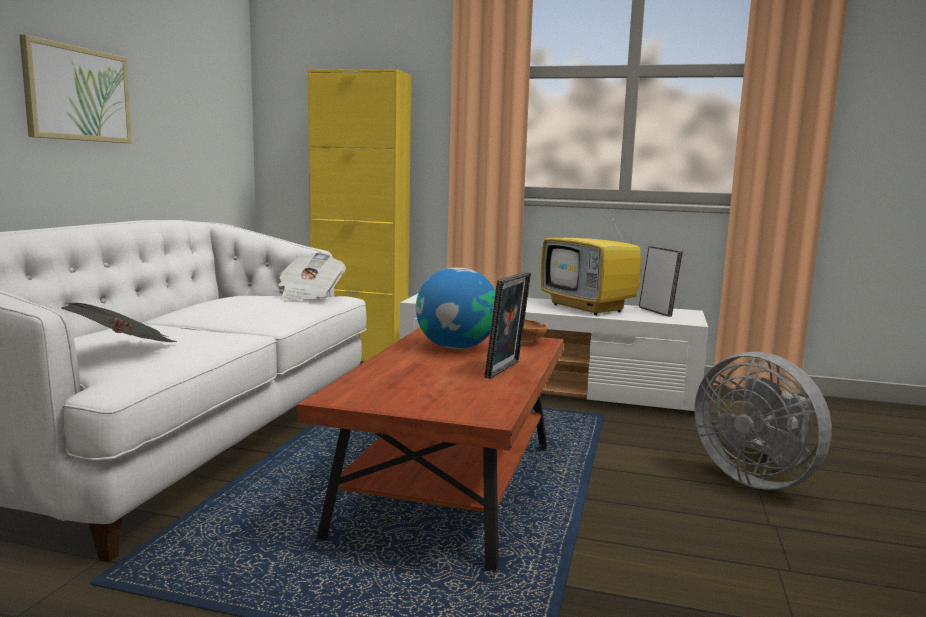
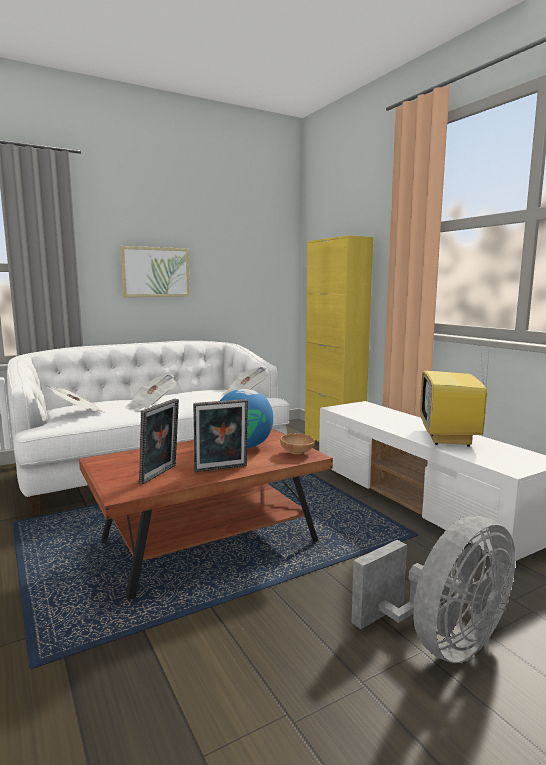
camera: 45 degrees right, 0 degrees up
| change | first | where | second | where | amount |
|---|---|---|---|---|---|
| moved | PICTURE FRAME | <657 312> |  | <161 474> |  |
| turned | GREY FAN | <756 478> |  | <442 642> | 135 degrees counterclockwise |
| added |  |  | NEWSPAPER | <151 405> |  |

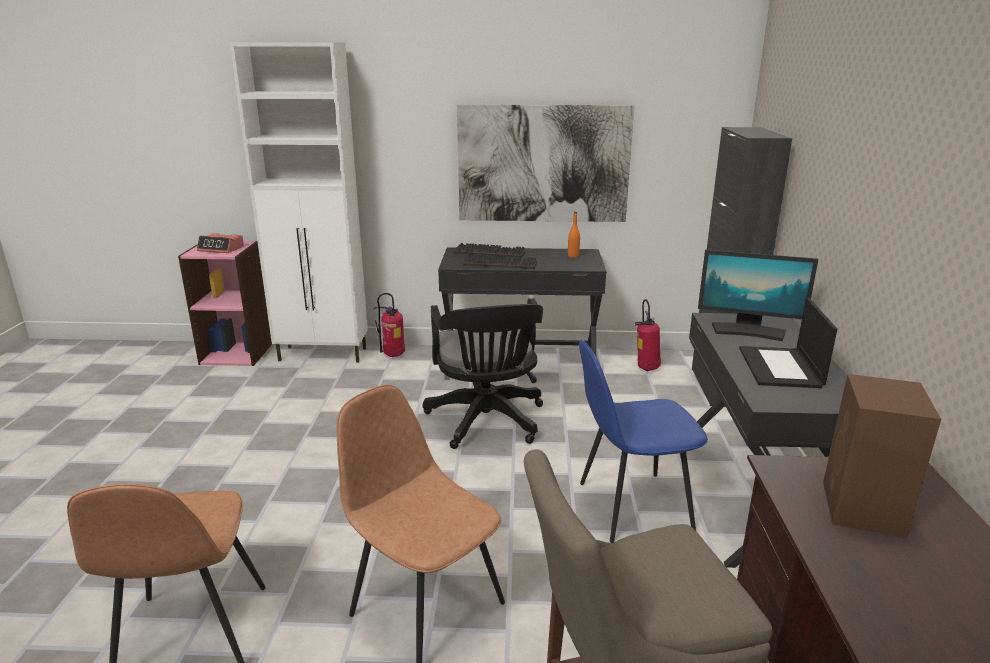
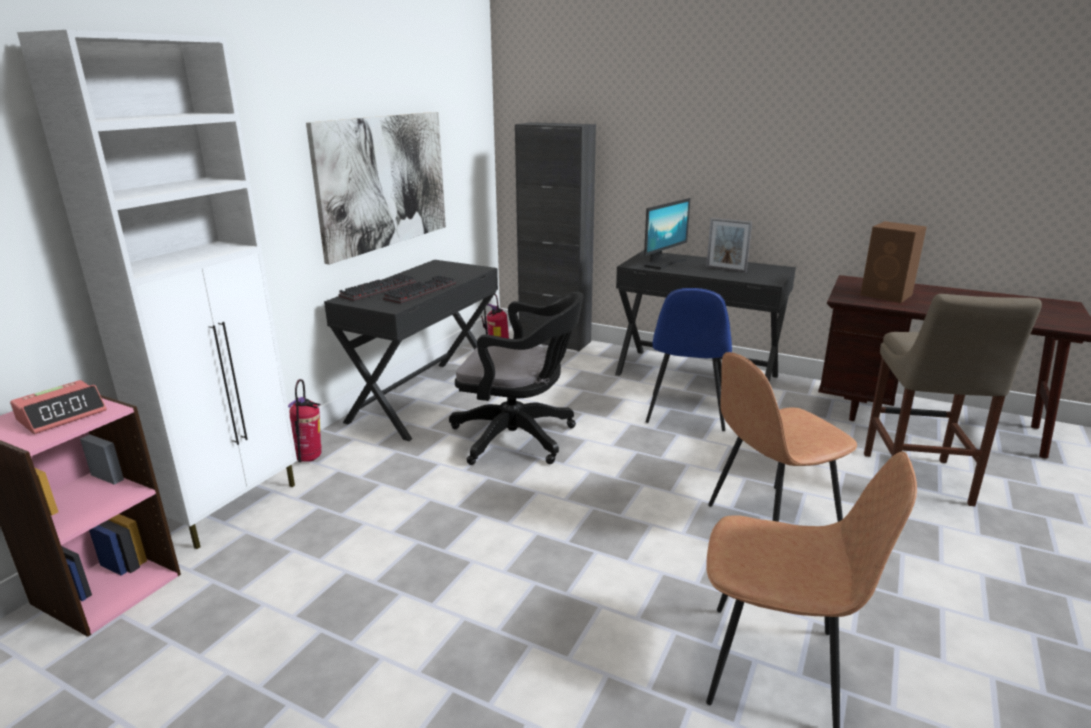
camera: 65 degrees left, 0 degrees up
| change | first | where | second | where | amount |
|---|---|---|---|---|---|
| removed | ORANGE BOTTLE | <573 256> |  |  |  |
| replaced | LAPTOP | <781 368> | PICTURE FRAME | <726 269> |  |

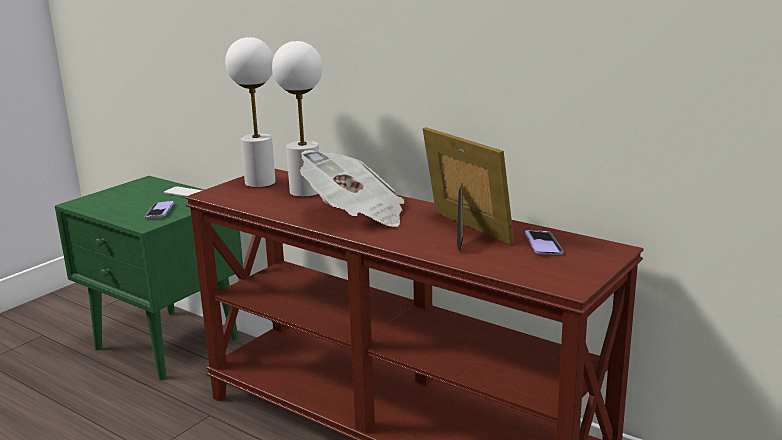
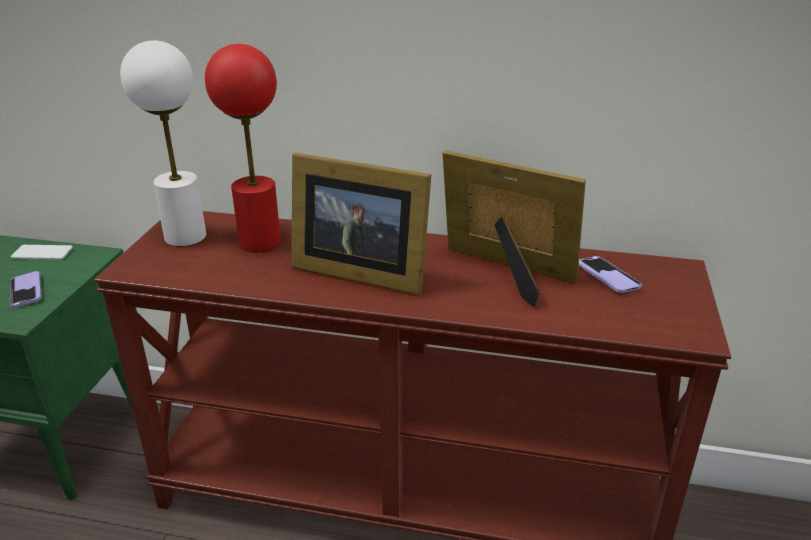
camera: 25 degrees left, 10 degrees up
| change | first | where | second | where | amount |
|---|---|---|---|---|---|
| recoloured | WHITE TABLE LAMP | <305 191> | RED TABLE LAMP | <259 242> |  |
| replaced | NEWSPAPER | <356 215> | PICTURE FRAME | <358 270> |  |

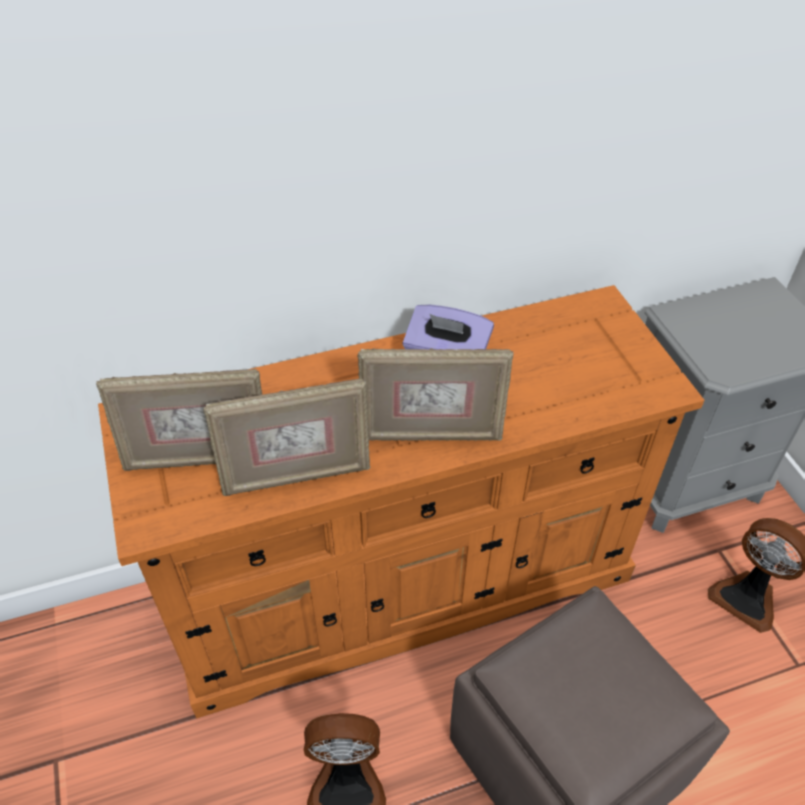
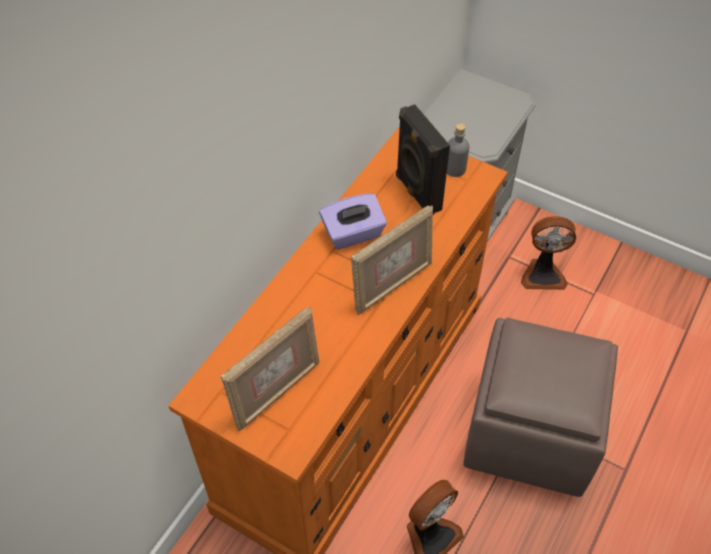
camera: 40 degrees left, 5 degrees up
| change | first | where | second | where | amount |
|---|---|---|---|---|---|
| removed | PICTURE FRAME | <296 476> |  |  |  |
| added |  |  | BLACK SPEAKER | <417 193> |  |
| added |  |  | GREY BOTTLE | <455 169> |  |

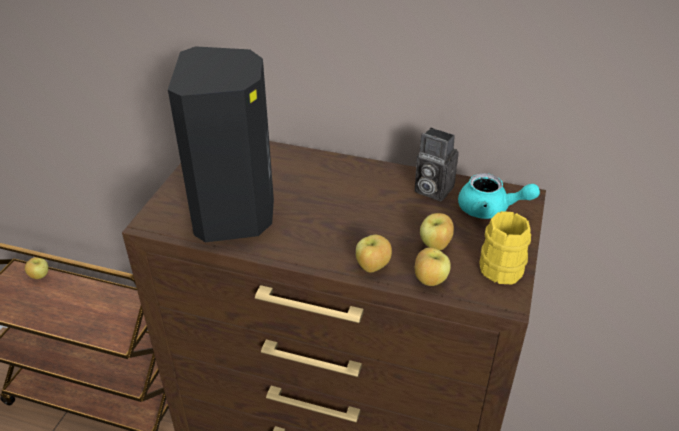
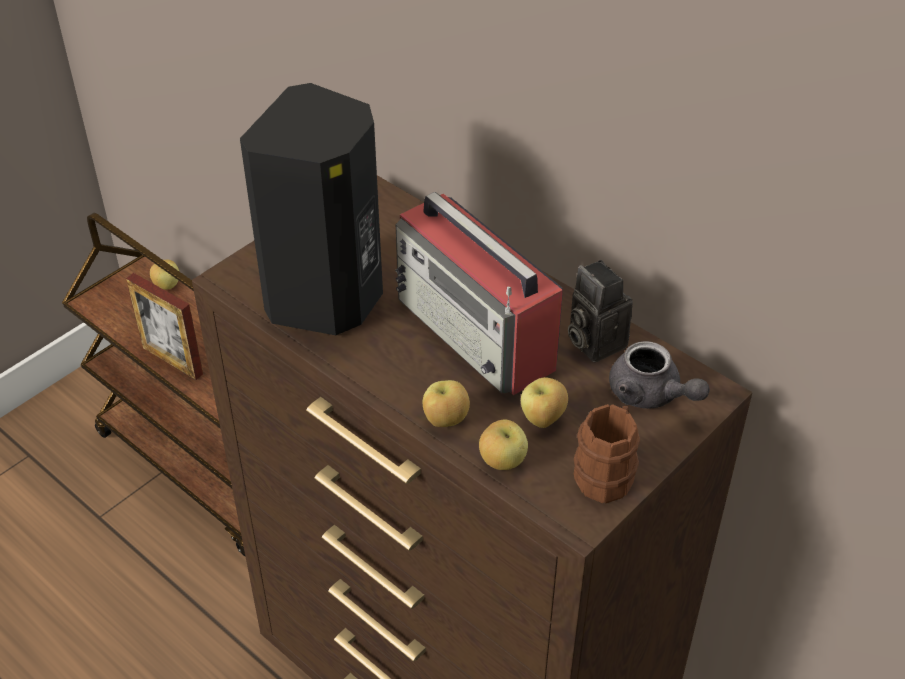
camera: 25 degrees right, 5 degrees up
| change | first | where | second | where | amount |
|---|---|---|---|---|---|
| recoloured | TURQUOISE TEAPOT | <490 209> | GREY TEAPOT | <651 395> |  |
| recoloured | YELLOW MUG | <500 264> | BROWN MUG | <607 472> |  |
| added |  |  | PICTURE FRAME | <172 361> |  |
| added |  |  | RADIO | <477 334> |  |

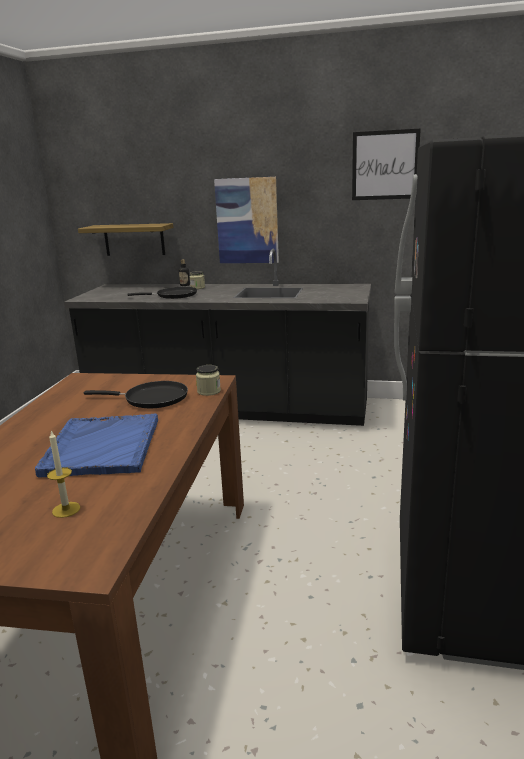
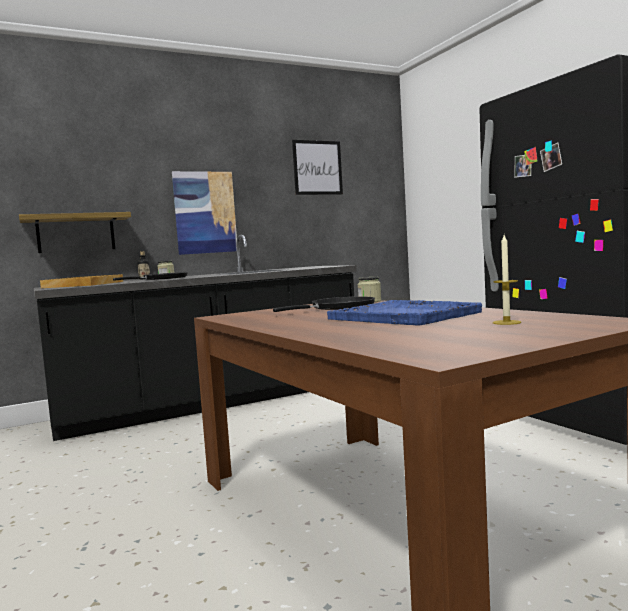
camera: 40 degrees left, 15 degrees down
| change | first | where | second | where | amount |
|---|---|---|---|---|---|
| added |  |  | BEIGE TRAY | <83 284> |  |

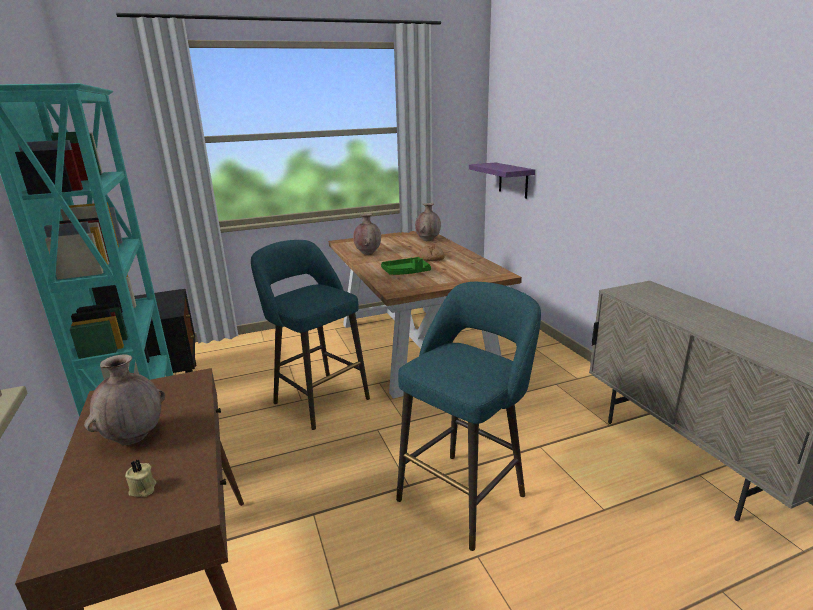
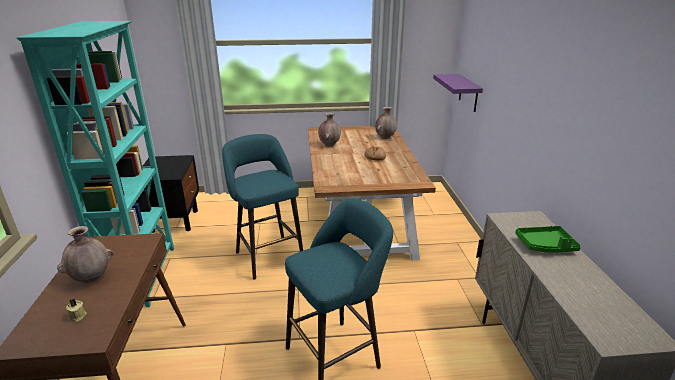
camera: 15 degrees right, 5 degrees up
| change | first | where | second | where | amount |
|---|---|---|---|---|---|
| moved | GREEN TRAY | <406 272> |  | <545 246> |  |

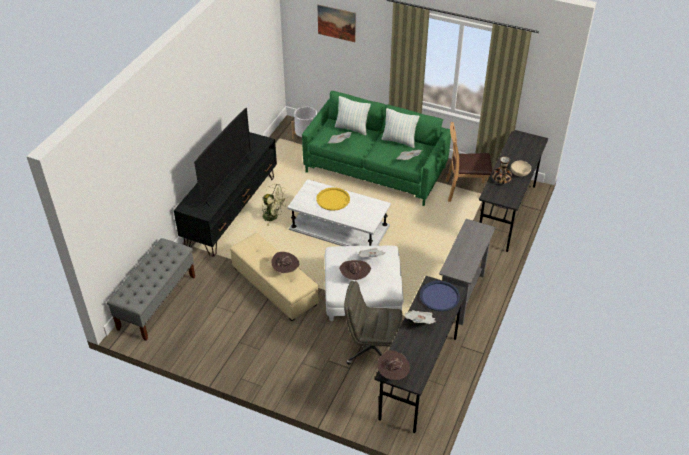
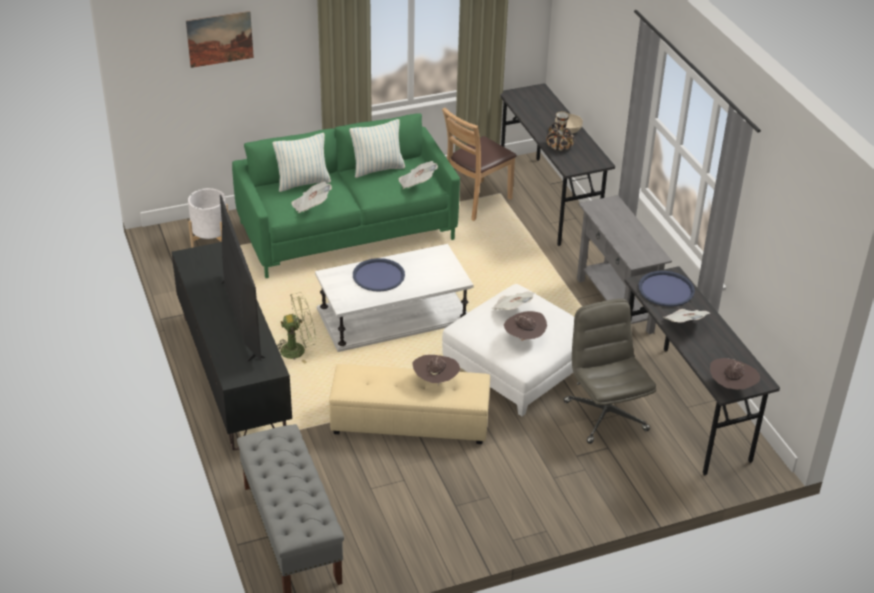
camera: 45 degrees left, 5 degrees down
| change | first | where | second | where | amount |
|---|---|---|---|---|---|
| recoloured | YELLOW TRAY | <333 199> | BLUE TRAY | <378 276> |  |
| turned | GREY OFFICE CHAIR | <372 350> |  | <605 415> | 105 degrees clockwise |

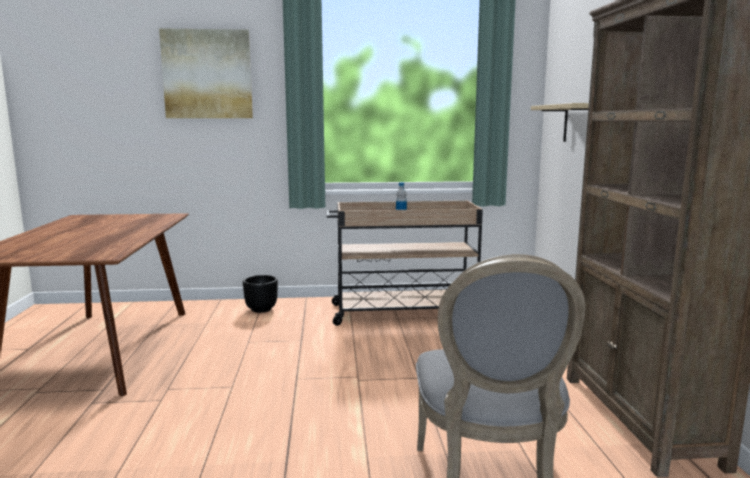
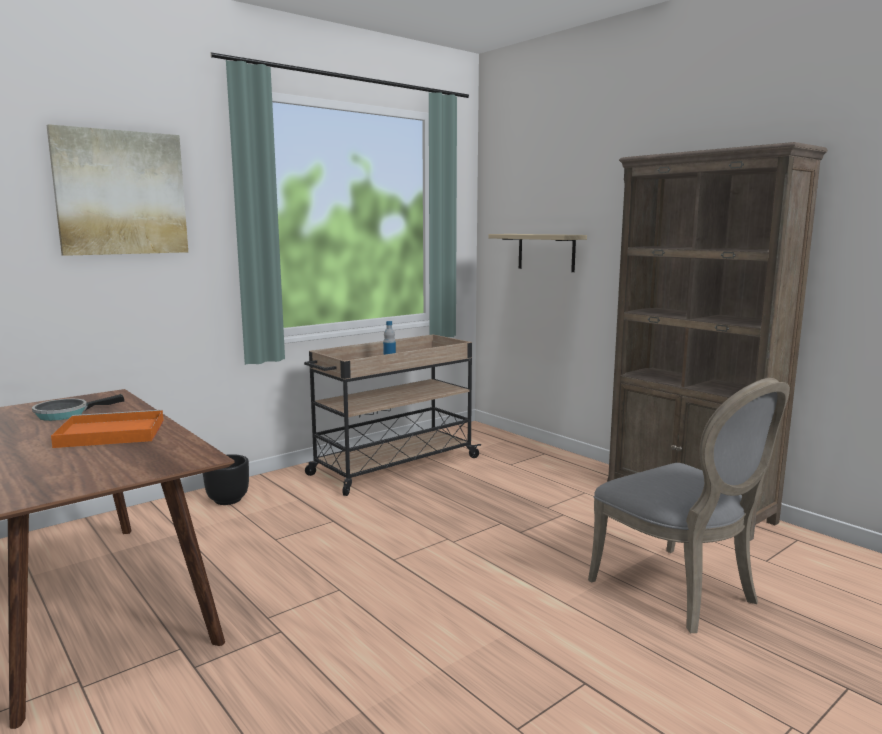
camera: 35 degrees left, 0 degrees up
| change | first | where | second | where | amount |
|---|---|---|---|---|---|
| added |  |  | FRYING PAN | <66 414> |  |
| added |  |  | ORANGE TRAY | <109 433> |  |

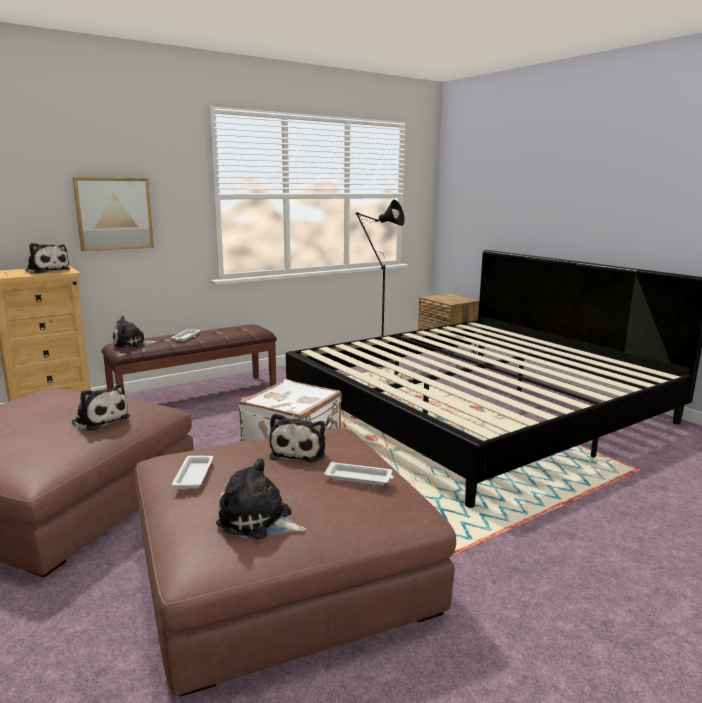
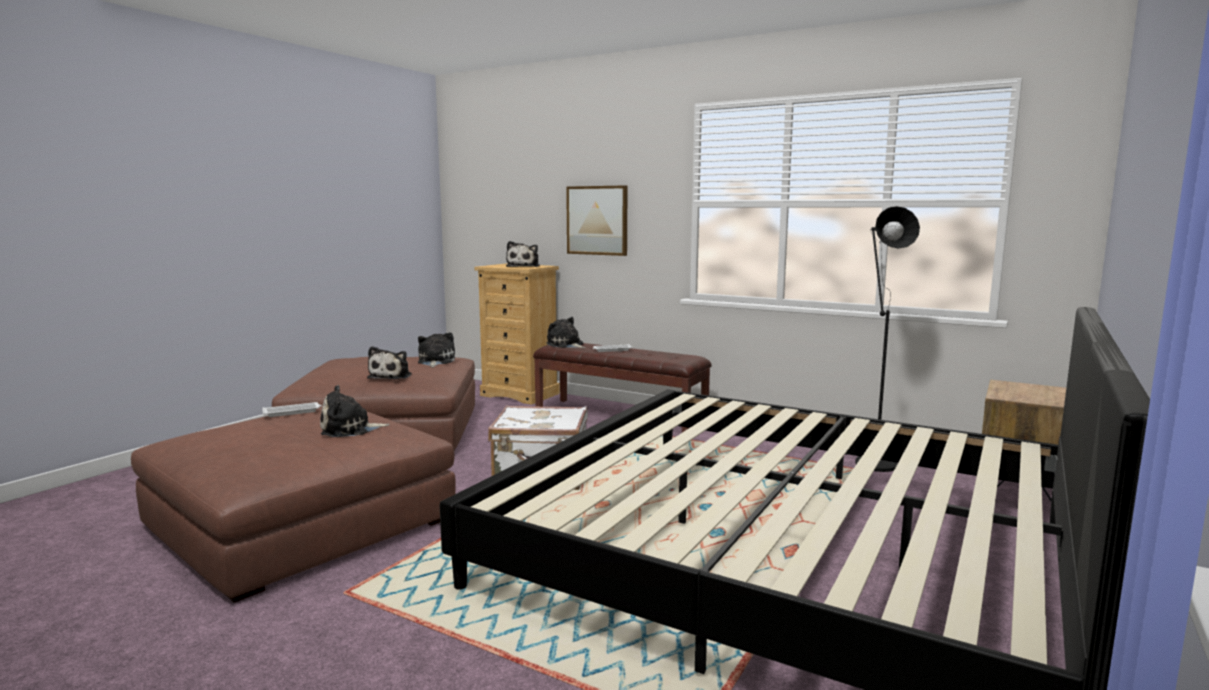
camera: 65 degrees right, 5 degrees down
| change | first | where | second | where | amount |
|---|---|---|---|---|---|
| moved | PLUSH TOY | <258 521> |  | <435 361> |  |
| removed | WHITE TRAY | <360 478> |  |  |  |

